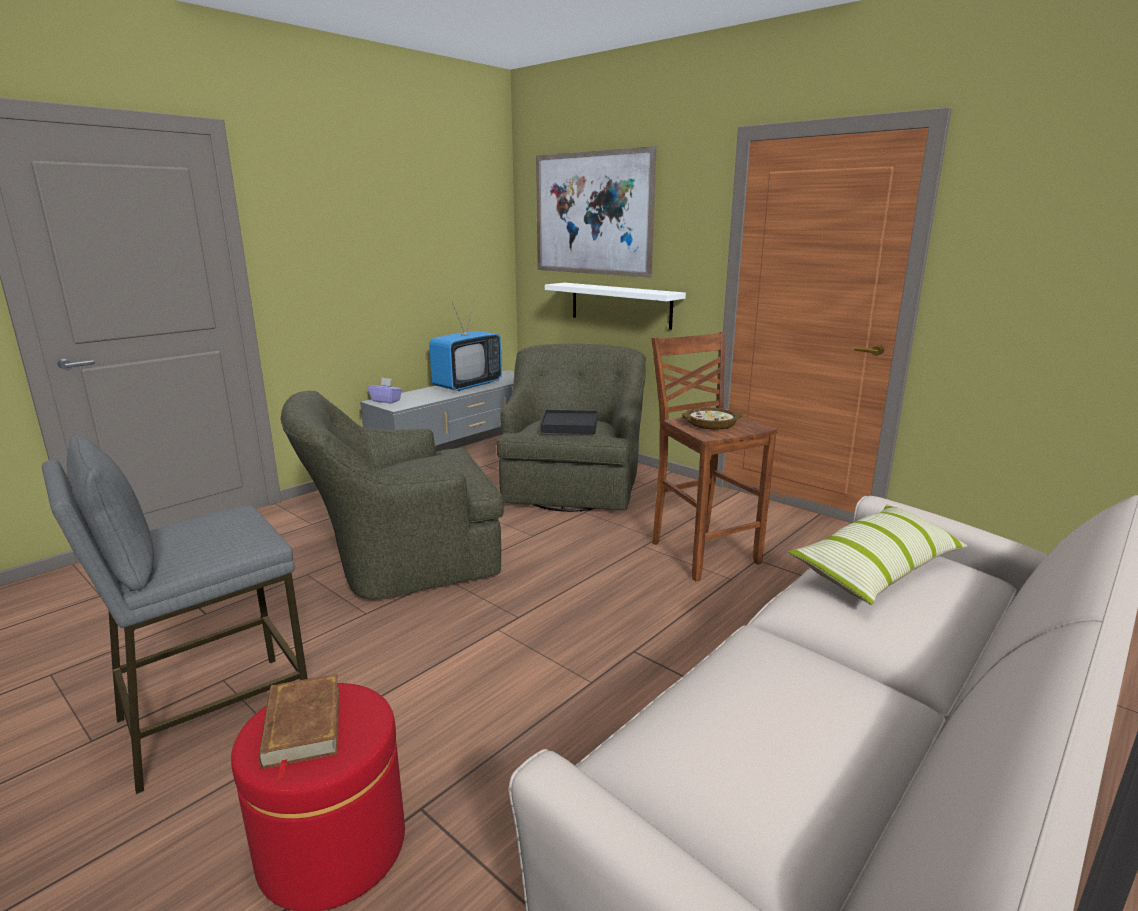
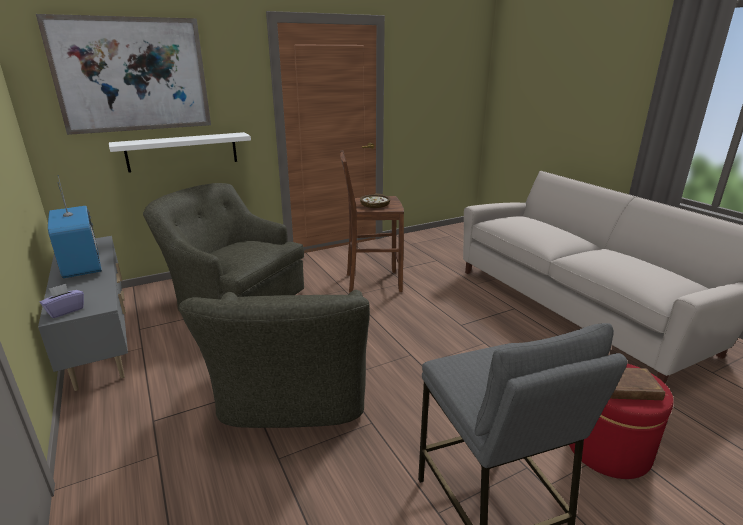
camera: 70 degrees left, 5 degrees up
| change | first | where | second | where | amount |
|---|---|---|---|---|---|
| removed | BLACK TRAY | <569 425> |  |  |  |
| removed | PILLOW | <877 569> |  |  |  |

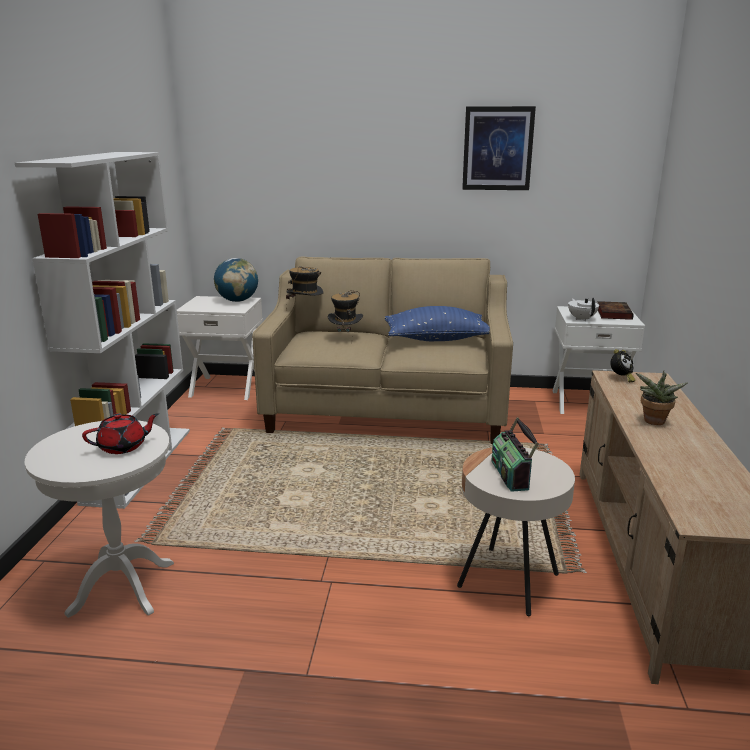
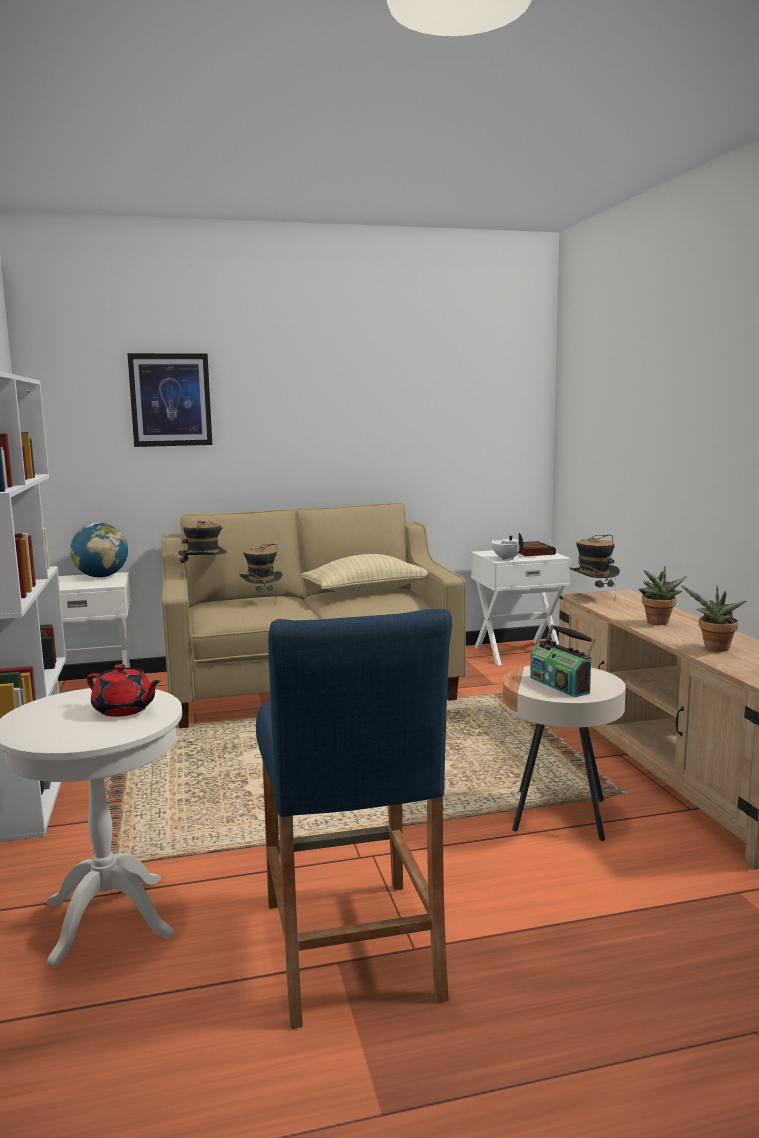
camera: 20 degrees left, 10 degrees down
| change | first | where | second | where | amount |
|---|---|---|---|---|---|
| turned | RED TEAPOT | <123 447> |  | <124 710> | 75 degrees clockwise |
| recoloured | BLUE PILLOW | <437 339> | BEIGE PILLOW | <366 592> |  |
| moved | PICTURE | <497 148> |  | <170 400> |  |
| replaced | ALARM CLOCK | <621 378> | HAT | <593 597> |  |
| added |  |  | BLUE STOOL | <350 947> |  |
| added |  |  | POTTED PLANT | <714 649> |  |

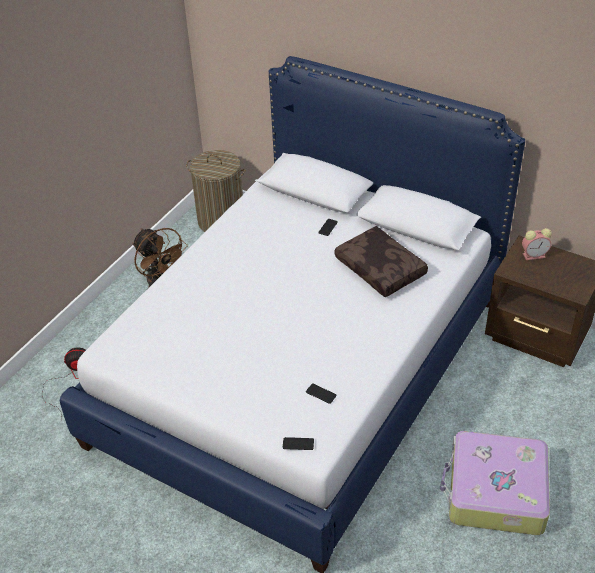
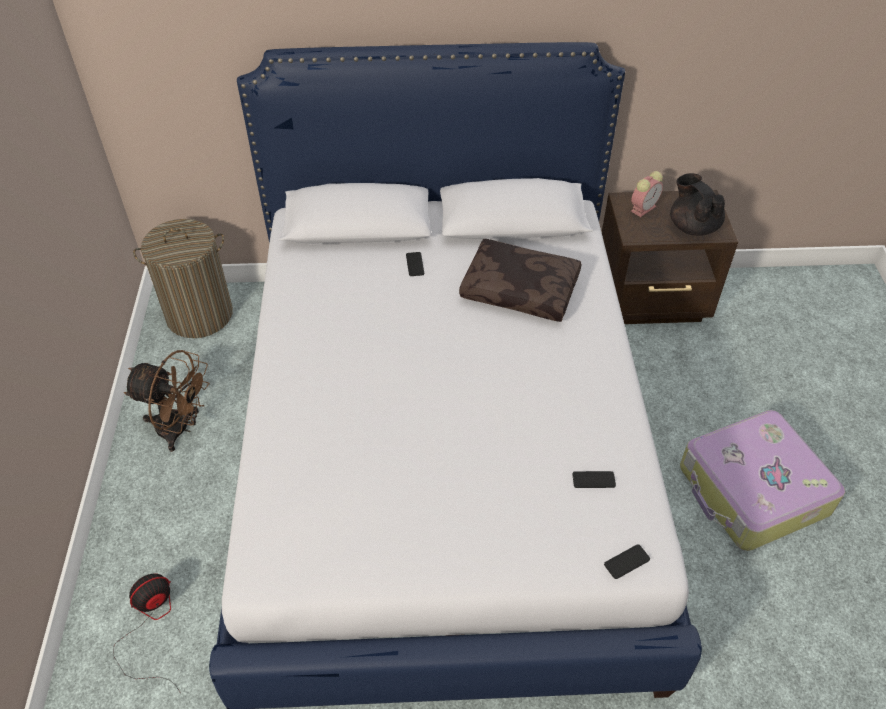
camera: 35 degrees left, 5 degrees up
| change | first | where | second | where | amount |
|---|---|---|---|---|---|
| added |  |  | BLACK TEAPOT | <693 226> |  |

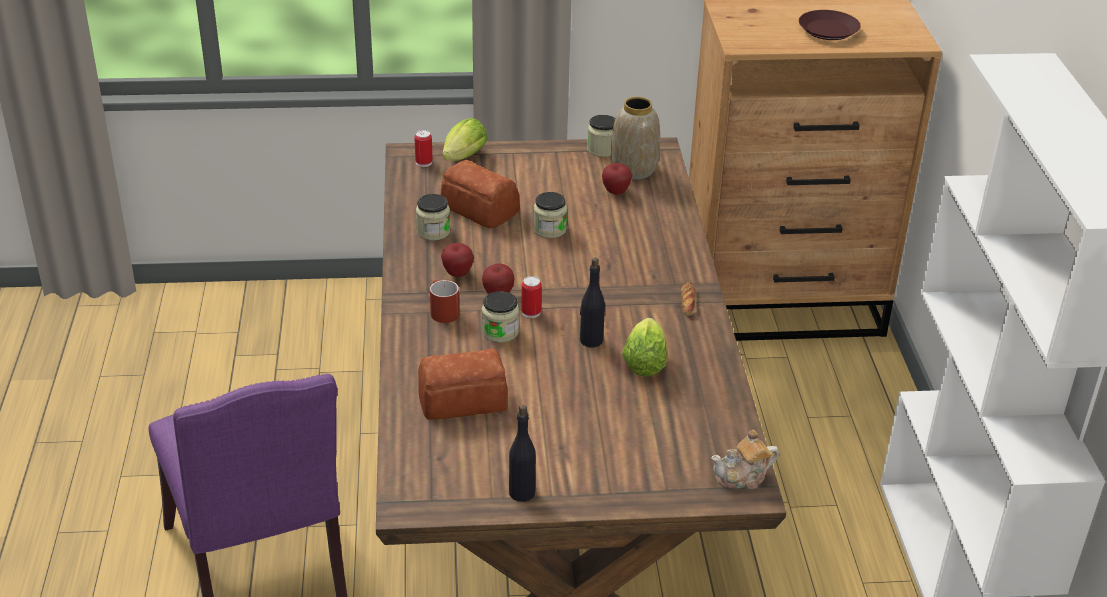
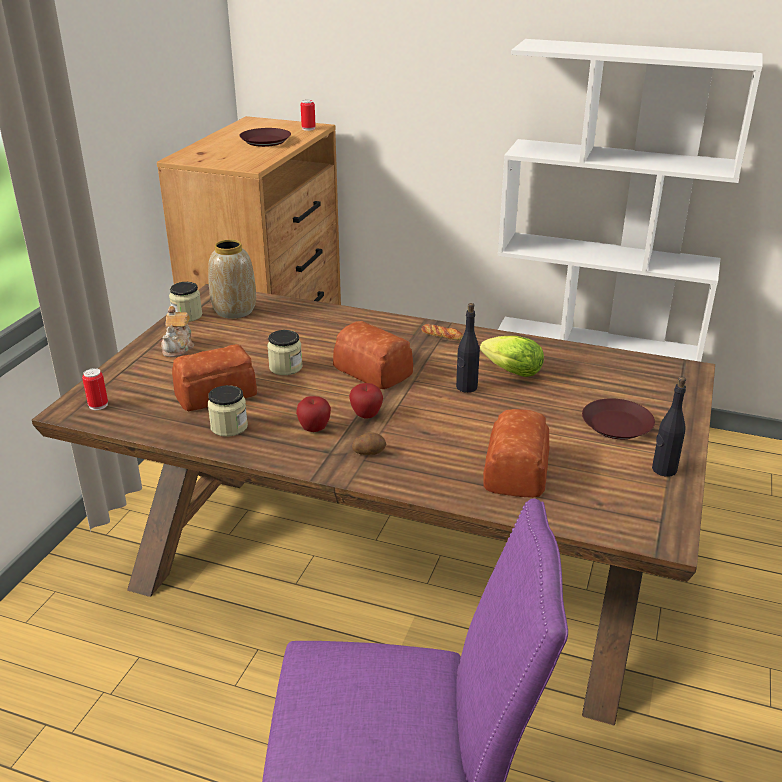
camera: 65 degrees left, 5 degrees down
| change | first | where | second | where | amount |
|---|---|---|---|---|---|
| replaced | RED MUG | <441 311> | POTATO | <369 452> |  |
| removed | LETTUCE | <462 159> |  |  |  |
| removed | JAR | <500 332> |  |  |  |
| moved | CAN | <531 312> |  | <308 128> |  |
| removed | APPLE | <616 192> |  |  |  |
| moved | TEAPOT | <742 477> |  | <178 347> |  |
| added |  |  | BREAD | <372 369> |  |
| added |  |  | BROWN PLATE | <616 424> |  |

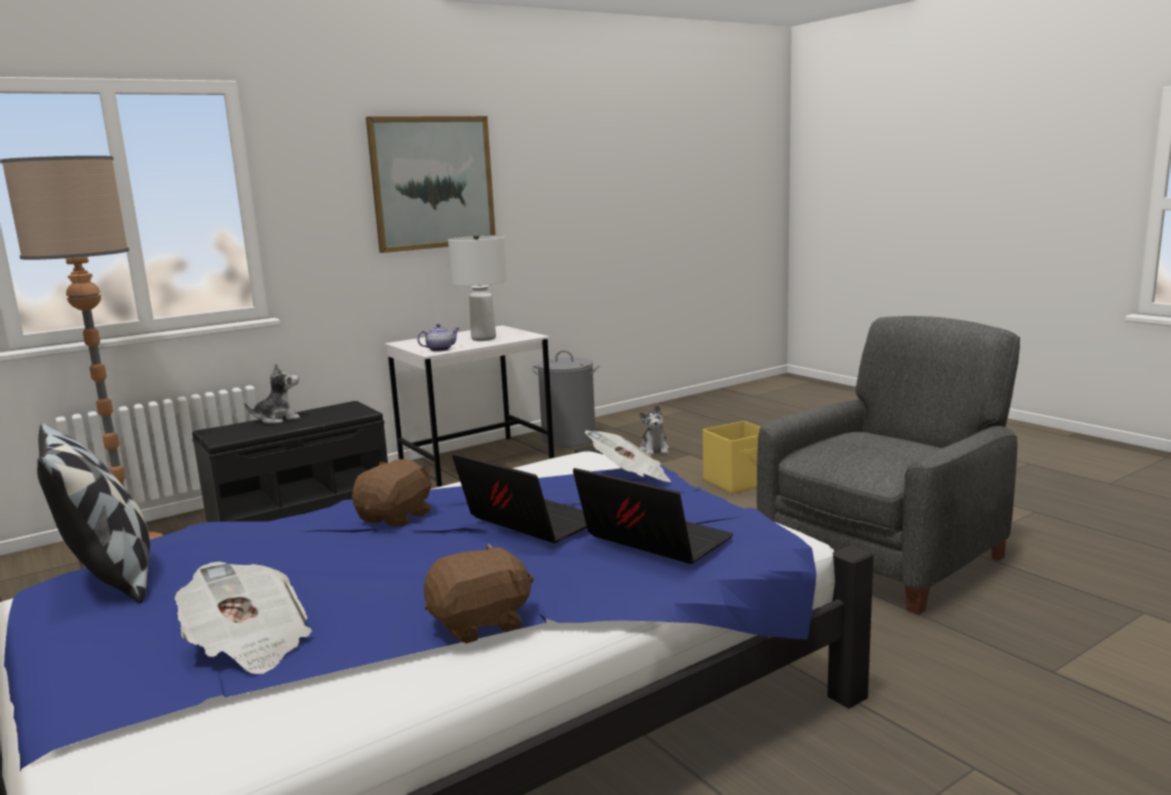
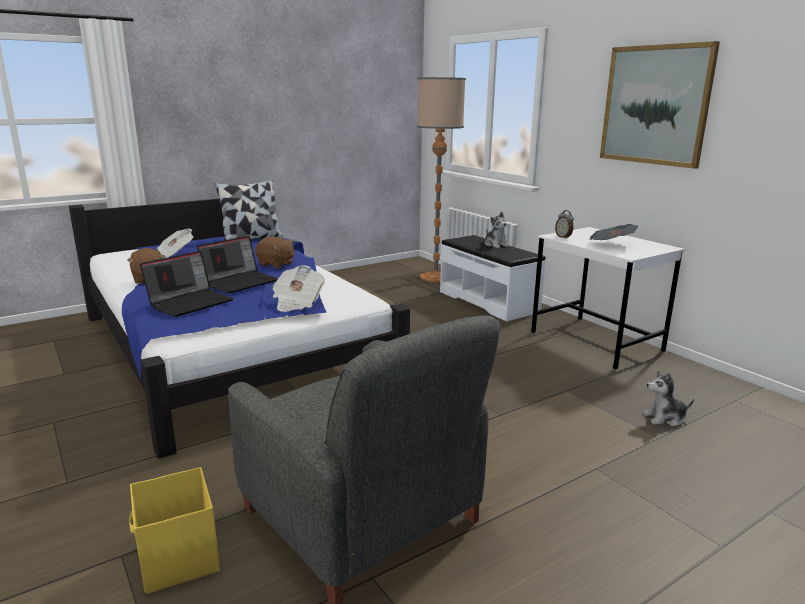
camera: 90 degrees right, 5 degrees up
| change | first | where | second | where | amount |
|---|---|---|---|---|---|
| recoloured | BLACK BENCH | <300 509> | WHITE BENCH | <488 301> |  |
| replaced | TEAPOT | <440 349> | ALARM CLOCK | <563 237> |  |
| replaced | WHITE TABLE LAMP | <483 339> | NEWSPAPER | <611 245> |  |
| removed | GREY LAUNDRY BASKET | <569 439> |  |  |  |
| moved | YELLOW STORAGE BOX | <739 482> |  | <178 559> |  |

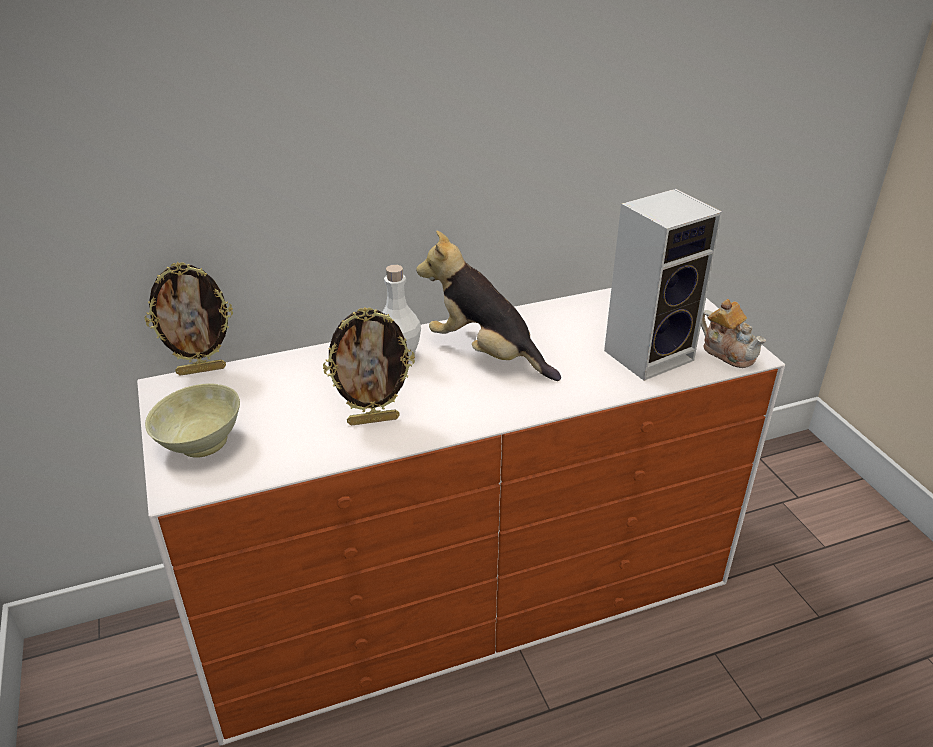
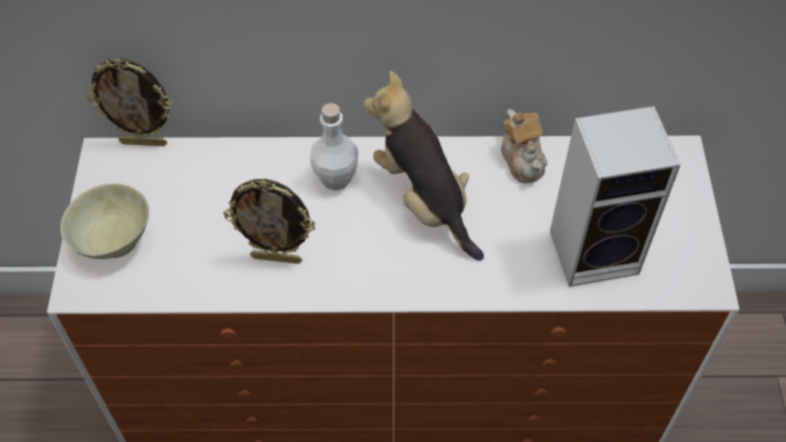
camera: 20 degrees right, 20 degrees up
| change | first | where | second | where | amount |
|---|---|---|---|---|---|
| moved | TEAPOT | <728 352> |  | <522 159> |  |

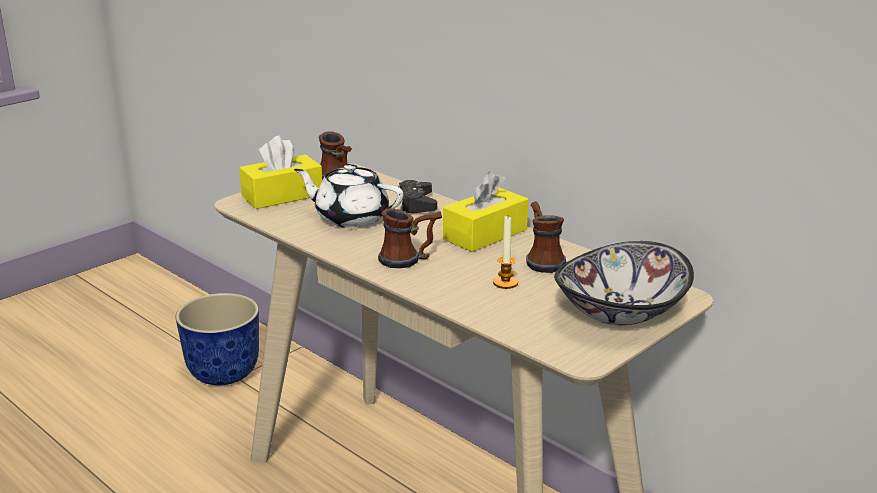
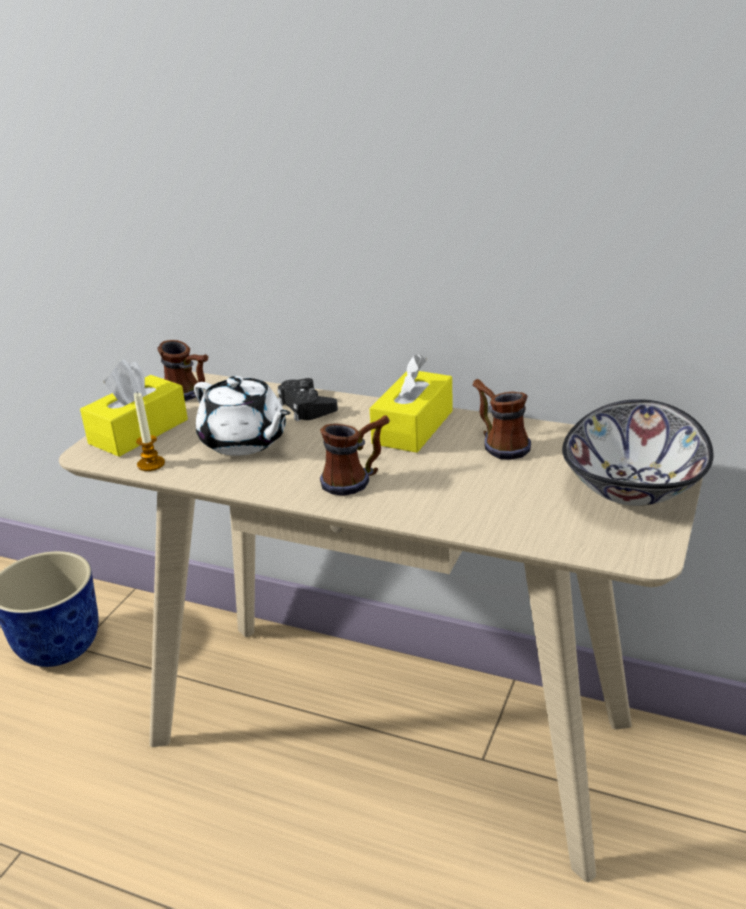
camera: 20 degrees left, 5 degrees up
| change | first | where | second | where | amount |
|---|---|---|---|---|---|
| turned | WHITE TEAPOT | <350 218> |  | <244 442> | 135 degrees counterclockwise |
| moved | CANDLE | <505 283> |  | <151 464> |  |

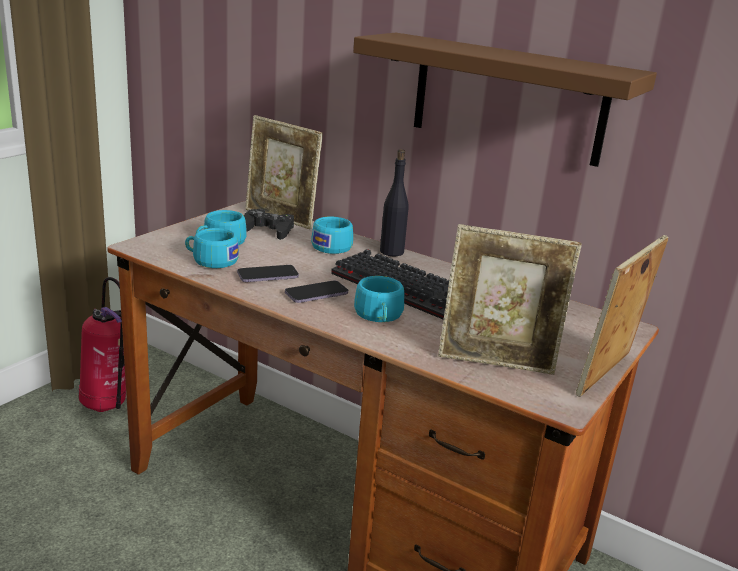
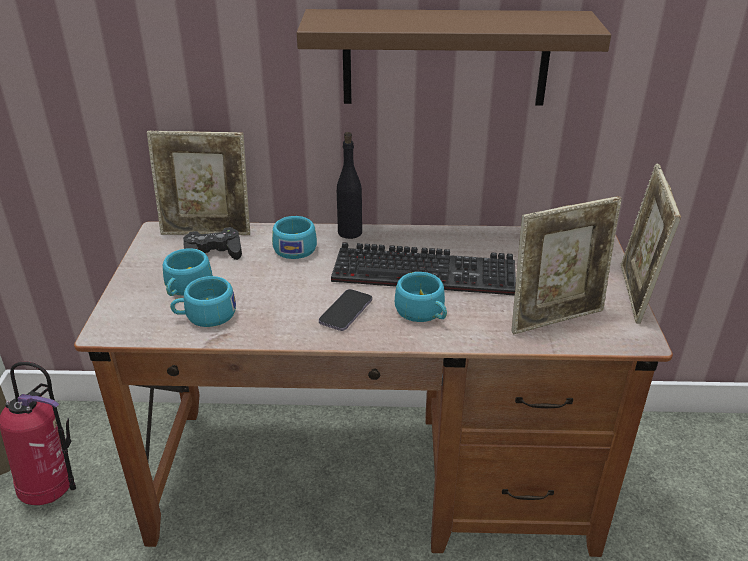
camera: 30 degrees left, 10 degrees up
| change | first | where | second | where | amount |
|---|---|---|---|---|---|
| removed | PHONE | <267 276> |  |  |  |

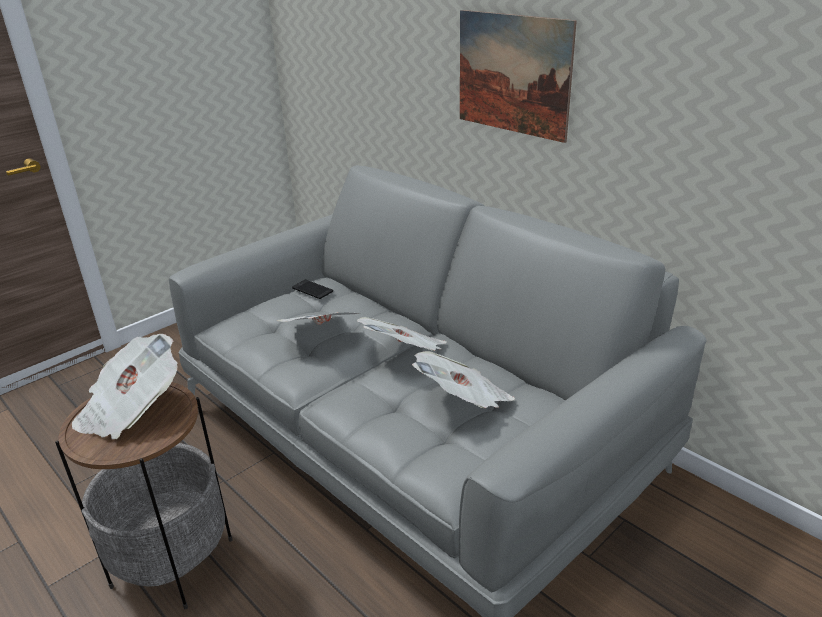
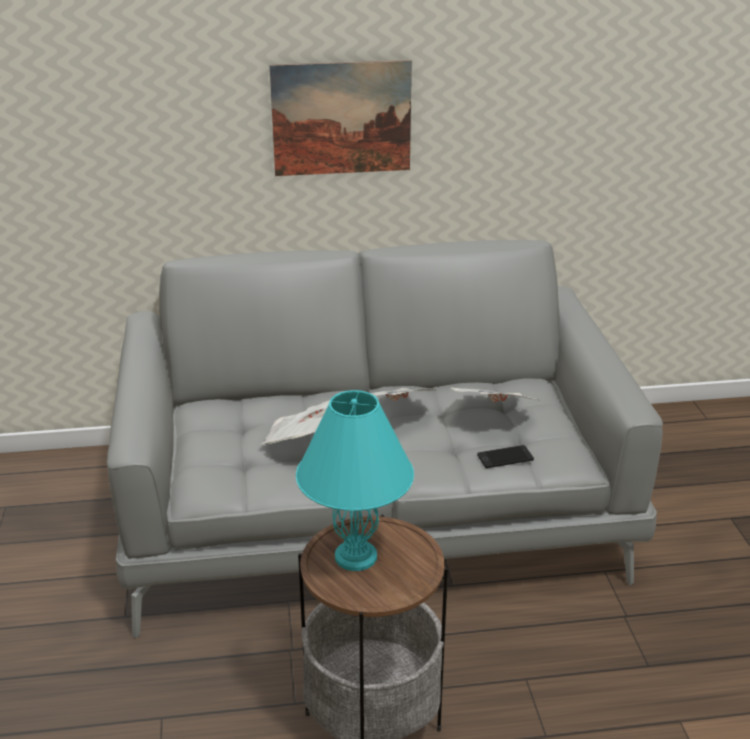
camera: 55 degrees left, 0 degrees up
| change | first | where | second | where | amount |
|---|---|---|---|---|---|
| replaced | NEWSPAPER | <131 410> | TURQUOISE TABLE LAMP | <356 557> |  |
| moved | PHONE | <312 290> |  | <505 457> |  |

